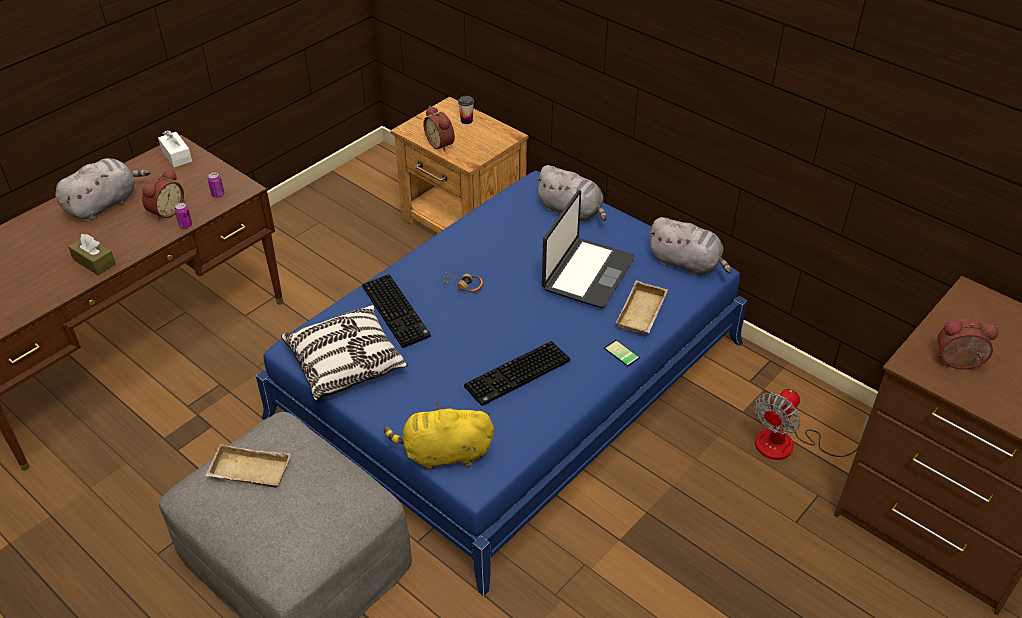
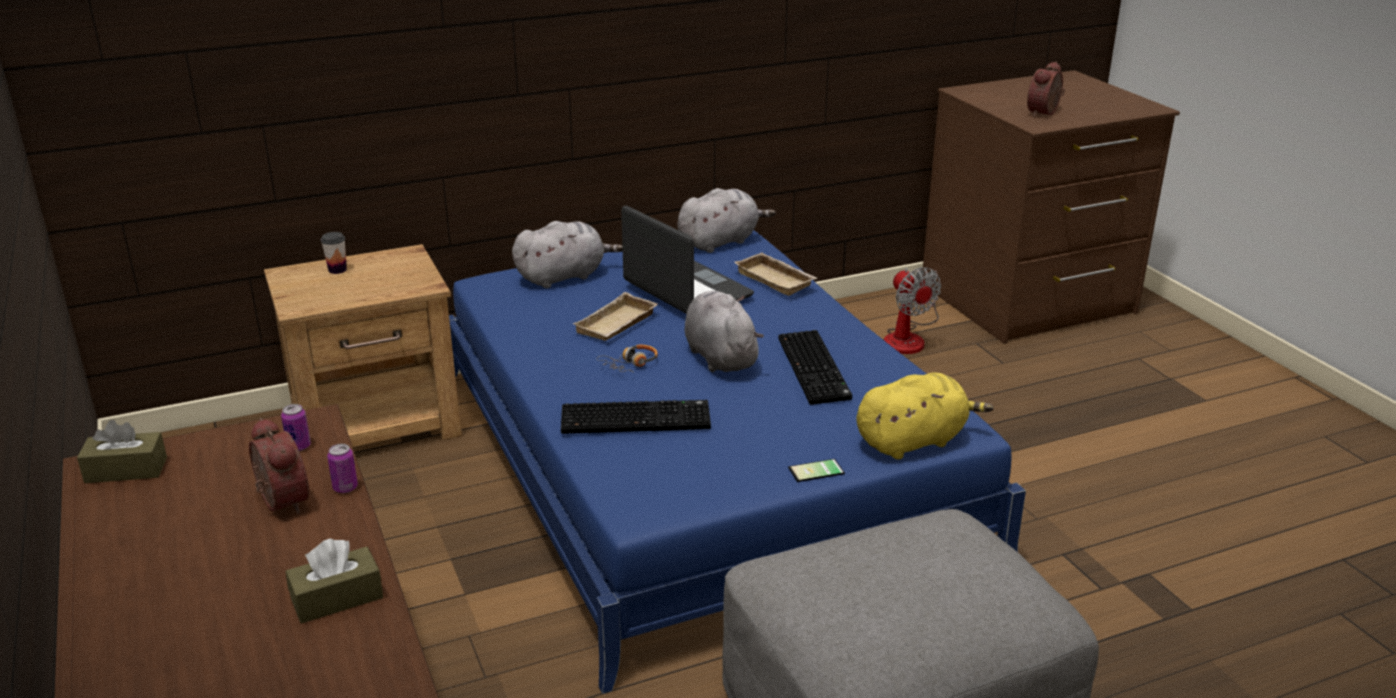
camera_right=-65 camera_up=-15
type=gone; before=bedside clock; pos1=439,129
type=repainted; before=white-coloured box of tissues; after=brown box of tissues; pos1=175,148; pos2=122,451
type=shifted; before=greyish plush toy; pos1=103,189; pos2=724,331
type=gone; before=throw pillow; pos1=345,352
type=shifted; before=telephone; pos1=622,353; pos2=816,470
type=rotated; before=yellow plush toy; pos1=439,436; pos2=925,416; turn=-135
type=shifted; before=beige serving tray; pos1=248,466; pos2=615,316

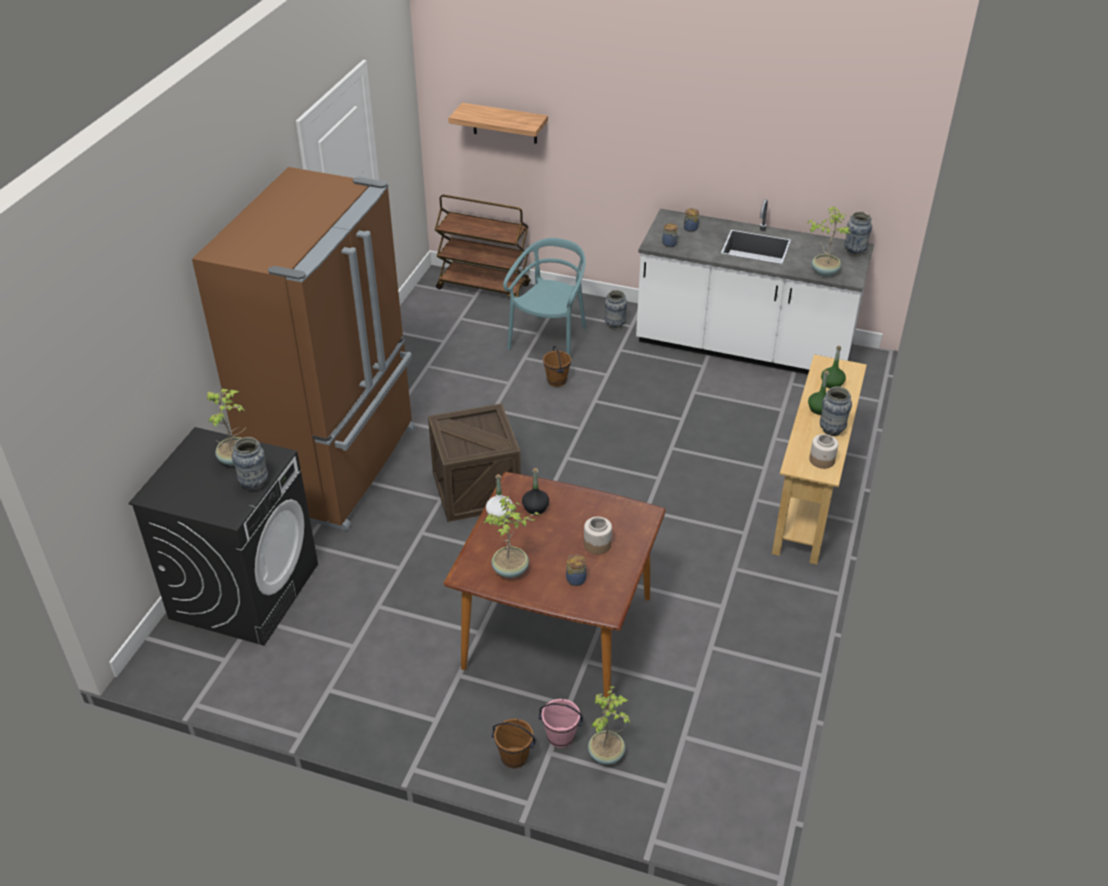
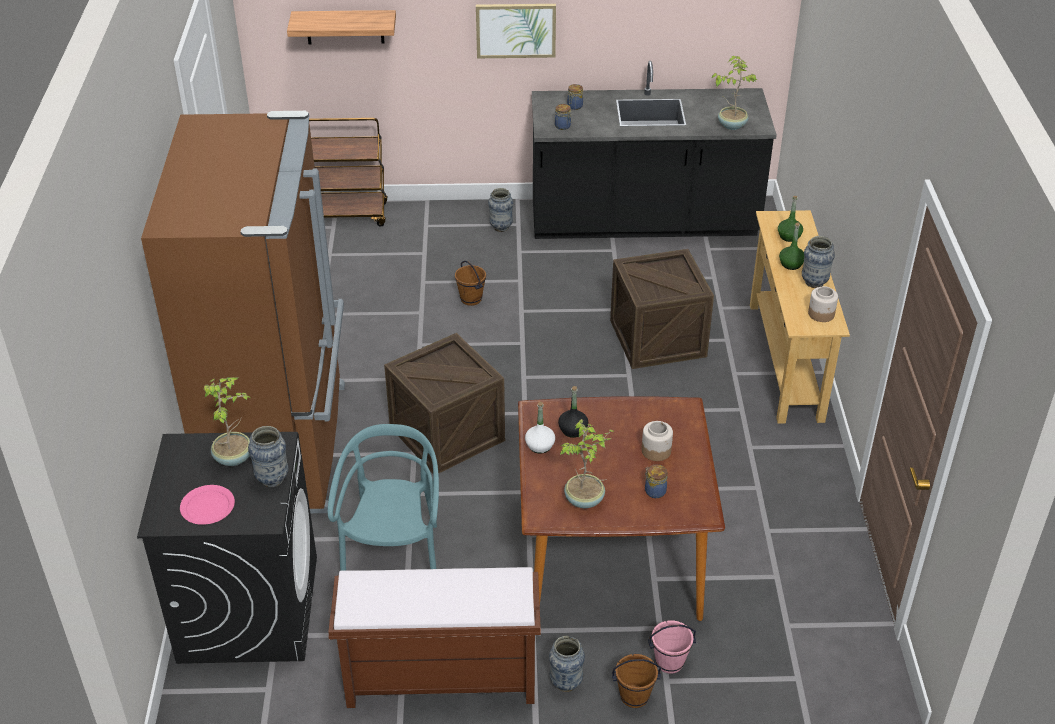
camera_right=-20 camera_up=0
type=repainted; before=white-coloured kitchen counter; after=blackish kitchen counter; pos1=755,286; pos2=654,150
type=shifted; before=decorative vase; pos1=858,234; pos2=567,664
type=shifted; before=turquoise-coloured chair; pos1=544,296; pos2=383,497
type=gone; before=plant in a pot; pos1=609,725
type=new; after=wall art; pos2=516,31
type=new; after=packing crate; pos2=662,309
type=new; after=pinkish flat dish; pos2=207,505
type=new; after=brown indoor bench; pos2=434,637

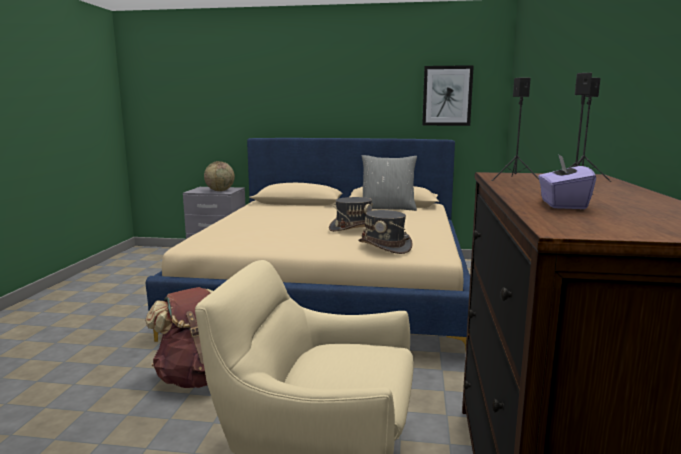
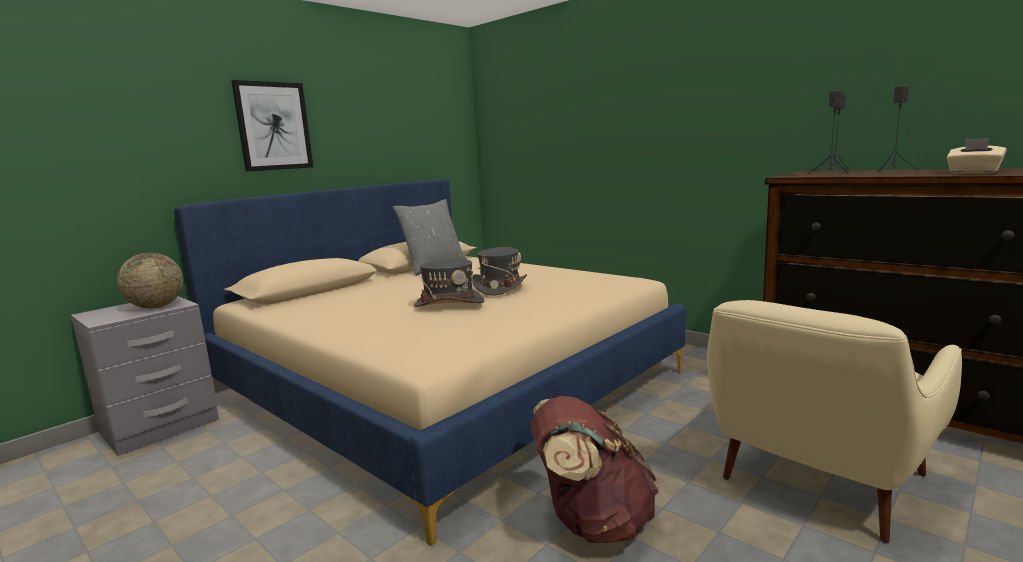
camera_right=-55 camera_up=0
type=shifted; before=wall art; pos1=448,95; pos2=272,126
type=repainted; before=purplish box of tissues; after=beige box of tissues; pos1=567,181; pos2=977,156
type=shifted; before=greyish wearable hat; pos1=385,232; pos2=449,283

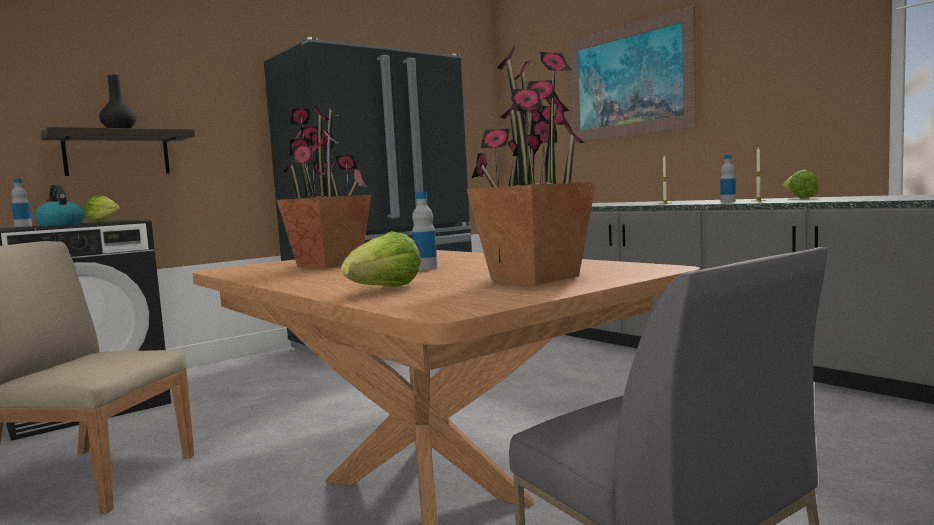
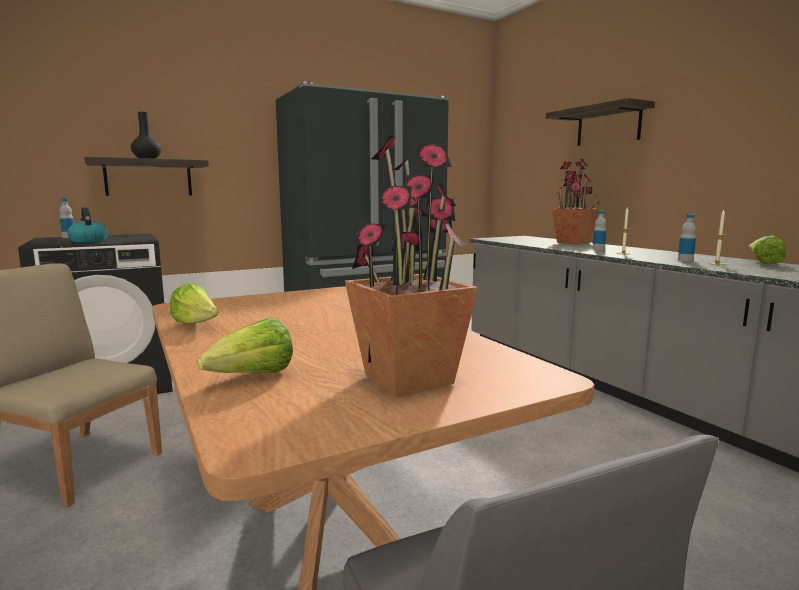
camera_right=10 camera_up=5
type=swapped; before=wall art; after=shelf; pos1=633,74; pos2=600,122
type=shifted; before=plant in a pot; pos1=324,184; pos2=576,201
type=shifted; before=beverage bottle; pos1=424,231; pos2=599,230
type=shifted; before=lettuce; pos1=102,208; pos2=194,303

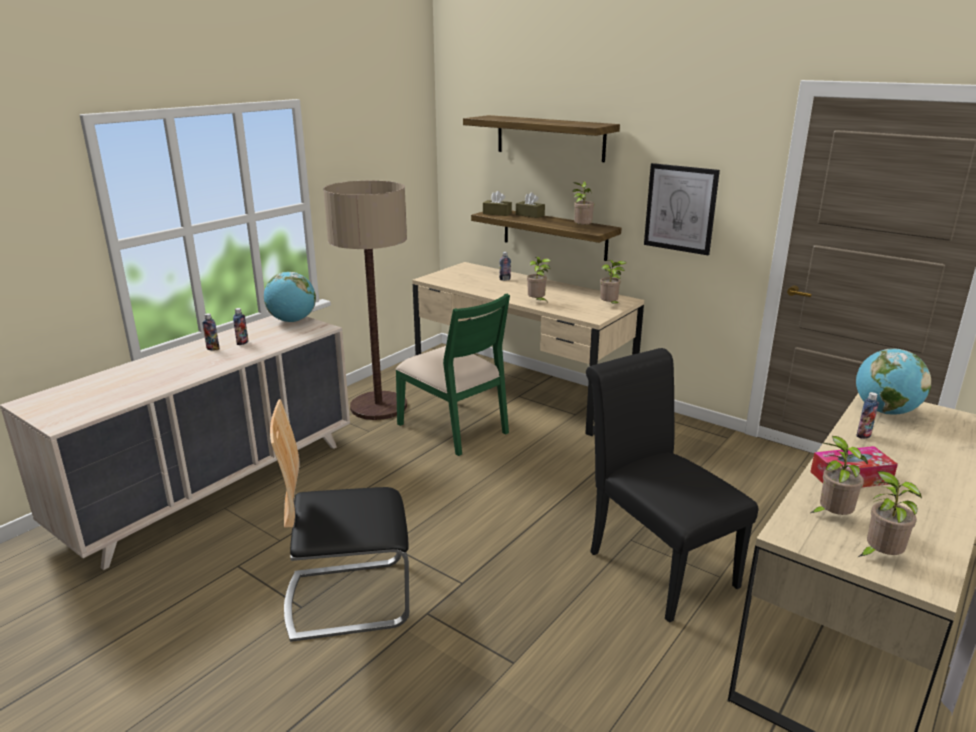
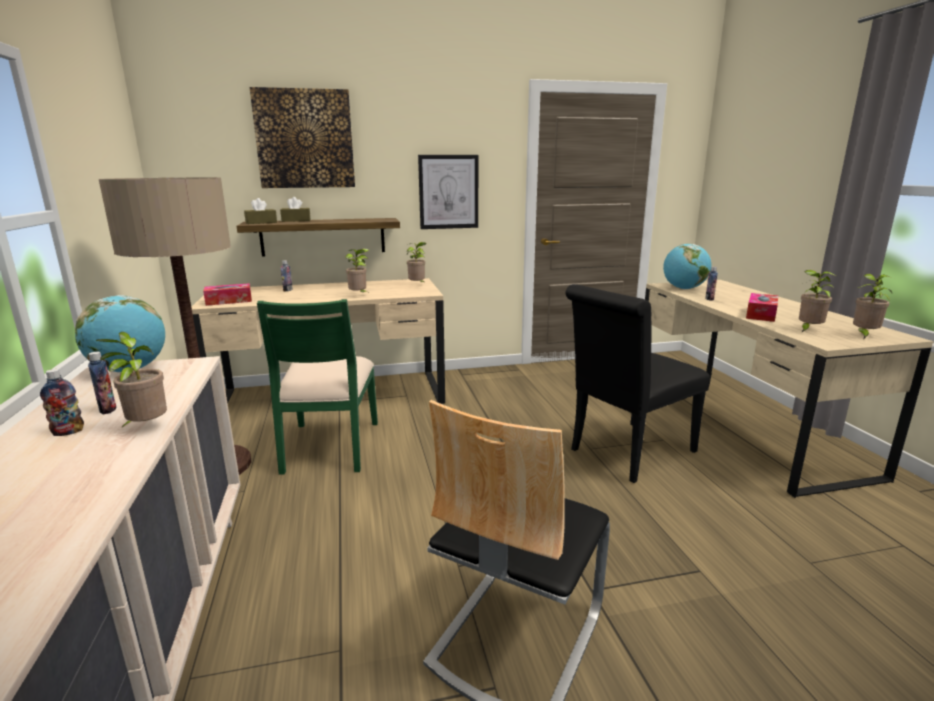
camera_right=-50 camera_up=-5
type=swapped; before=shelf; after=wall art; pos1=541,138; pos2=302,137
type=shifted; before=plant in a pot; pos1=583,203; pos2=131,380
type=rotated; before=greenish chair; pos1=453,375; pos2=317,387; turn=90
type=rotated; before=blackish chair; pos1=672,485; pos2=638,383; turn=-45
type=new; after=box of tissues; pos2=227,294

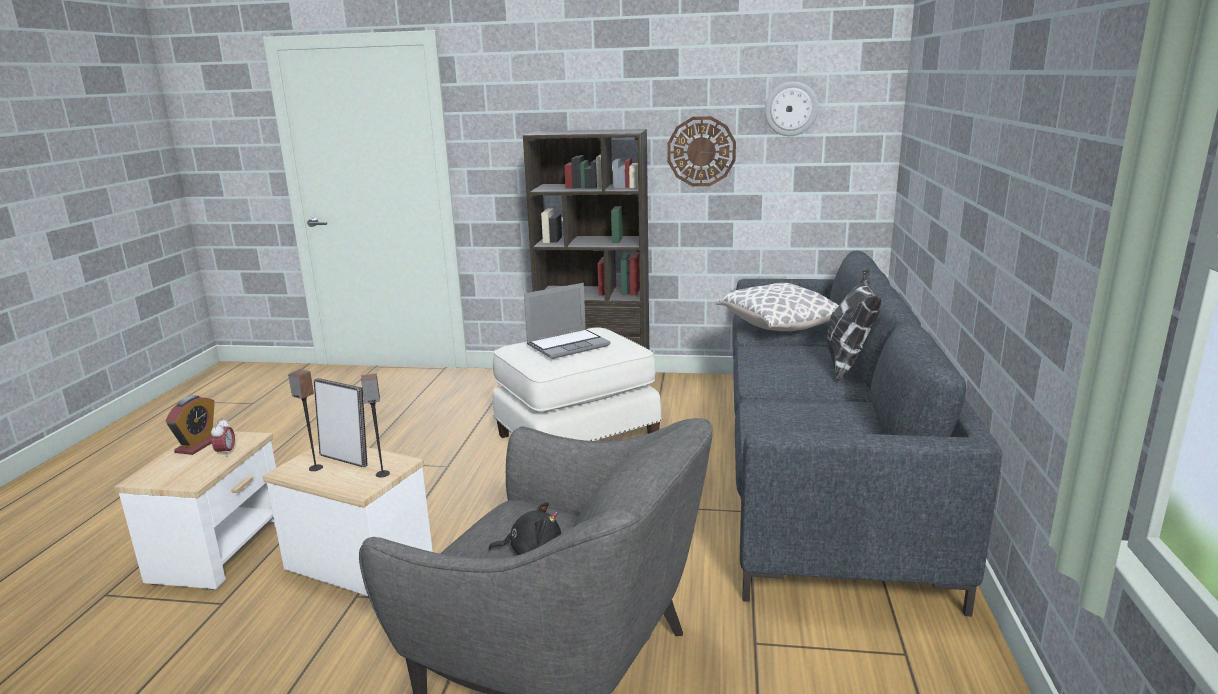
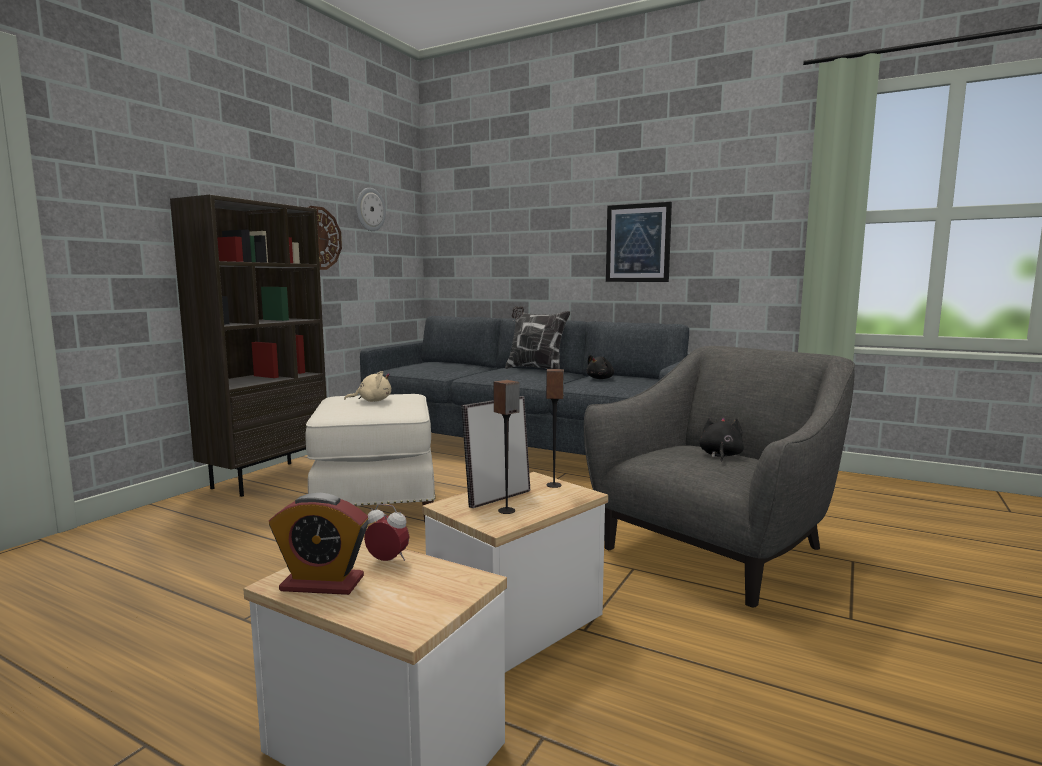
camera_right=-70 camera_up=-10
type=swapped; before=laptop; after=beige plush toy; pos1=567,321; pos2=367,386
type=gone; before=throw pillow; pos1=777,307
type=rotated; before=bedside clock; pos1=190,425; pos2=319,544; turn=150
type=new; after=wall art; pos2=639,242
type=new; after=blackish plush toy; pos2=600,367

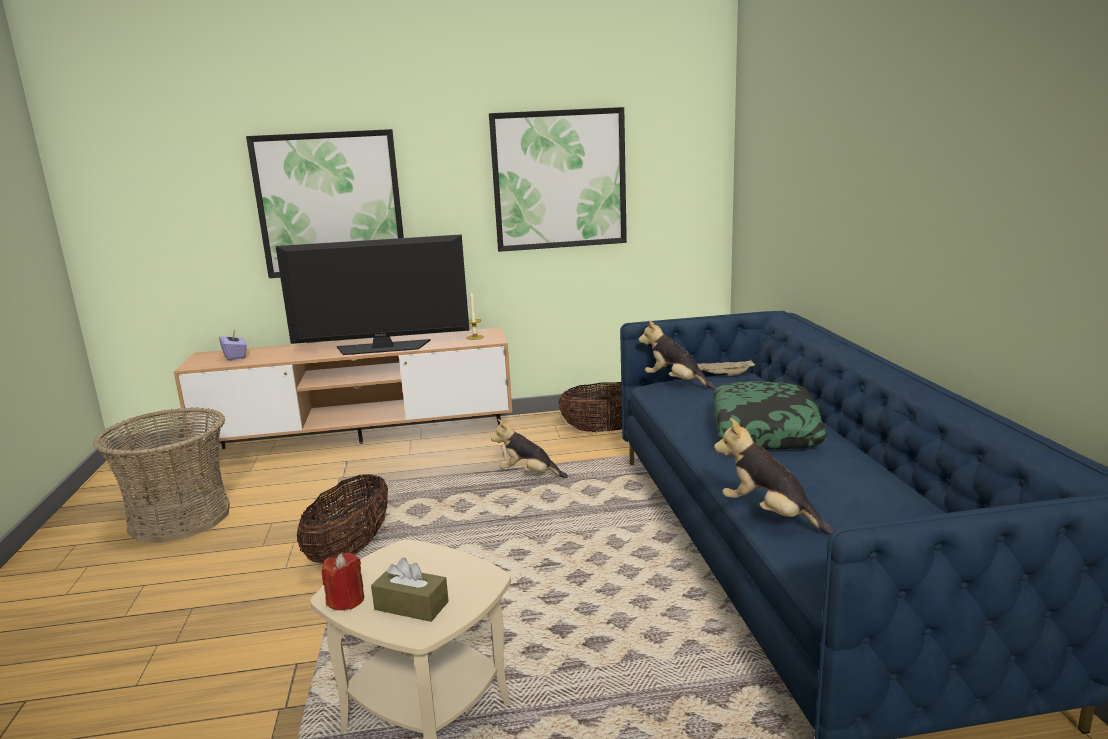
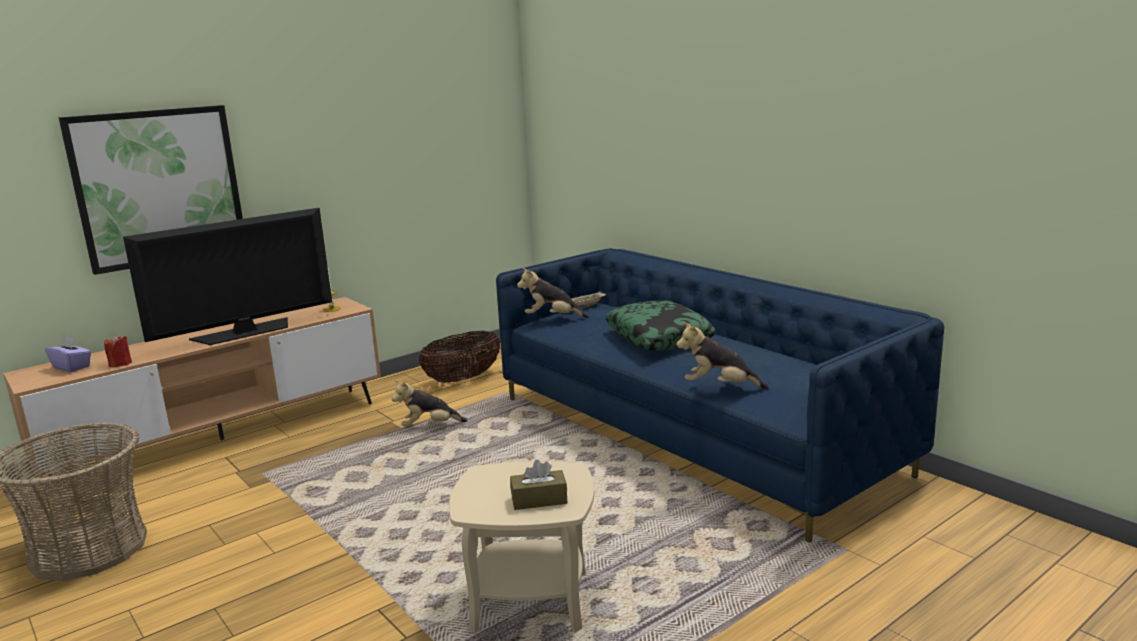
camera_right=-30 camera_up=0
type=gone; before=wall art; pos1=558,179
type=gone; before=storage basket; pos1=342,519
type=shifted; before=red-coloured wax candle; pos1=343,582; pos2=118,350

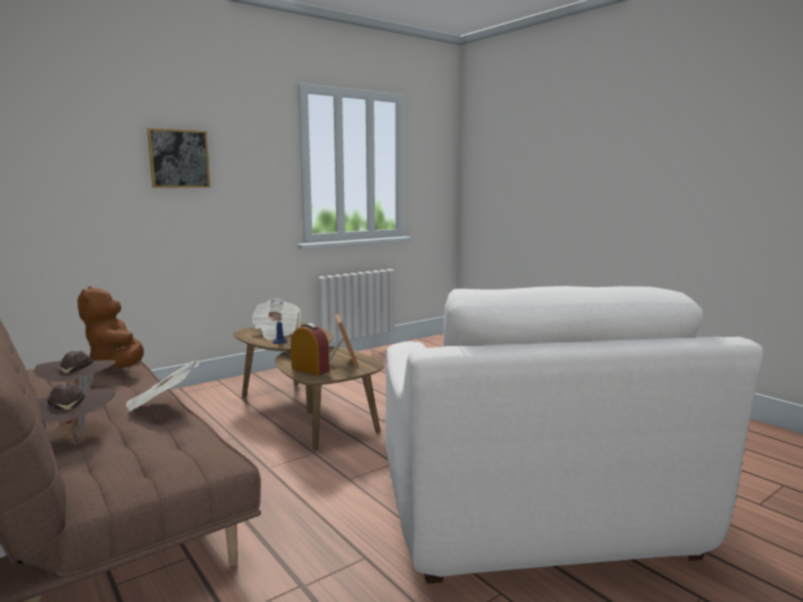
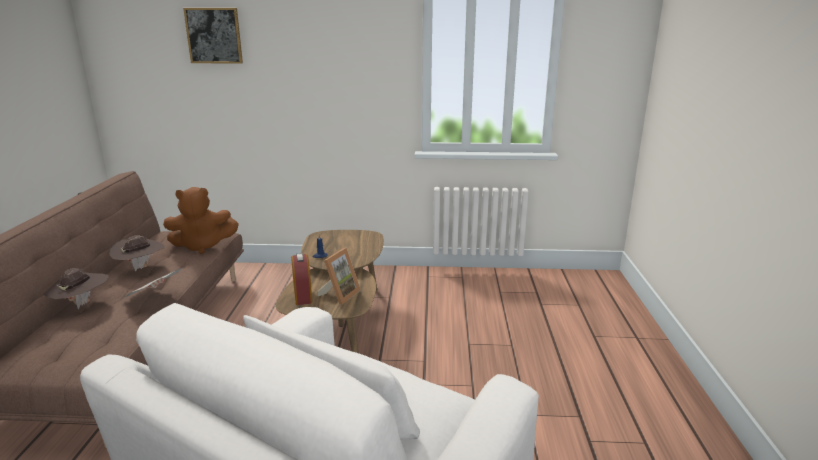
camera_right=40 camera_up=10
type=shifted; before=wall art; pos1=178,158; pos2=213,36
type=rotated; before=brown plush toy; pos1=111,327; pos2=201,220; turn=-120
type=gone; before=daily paper; pos1=276,319

